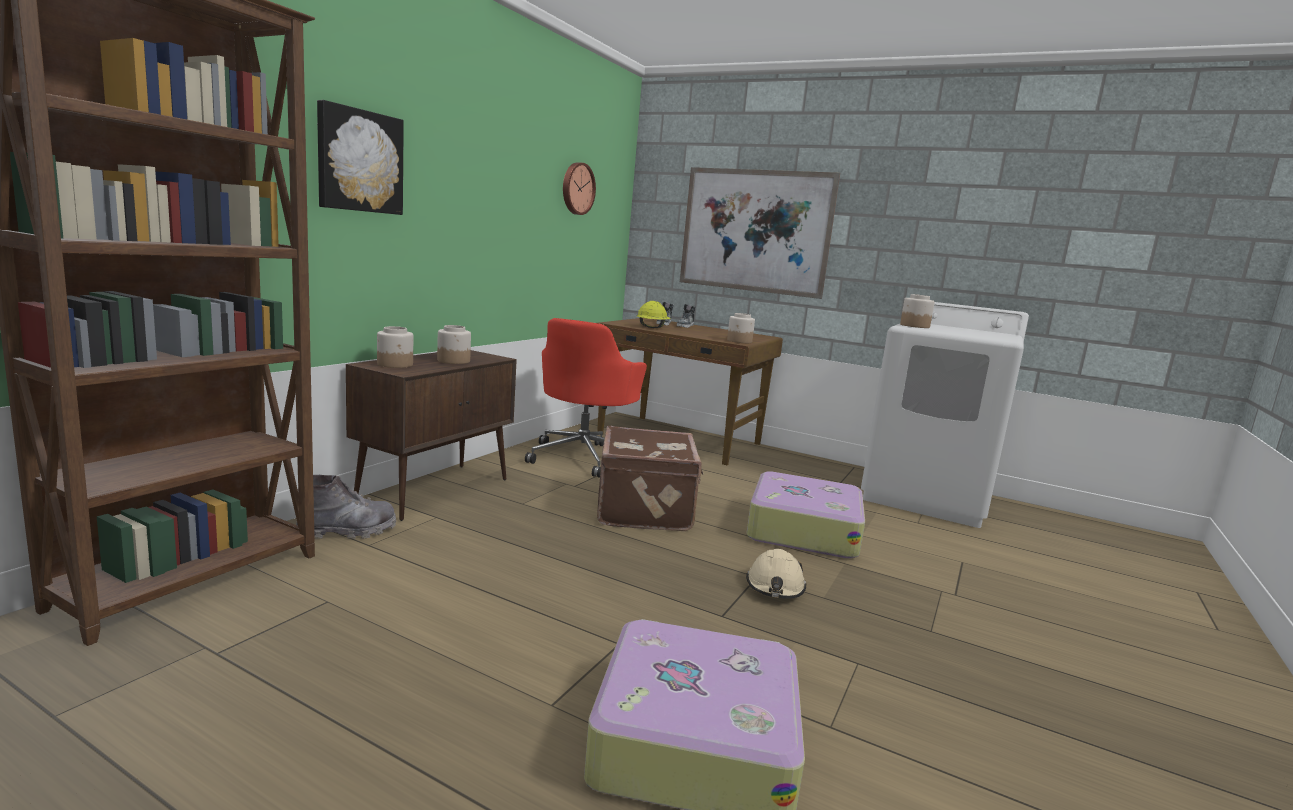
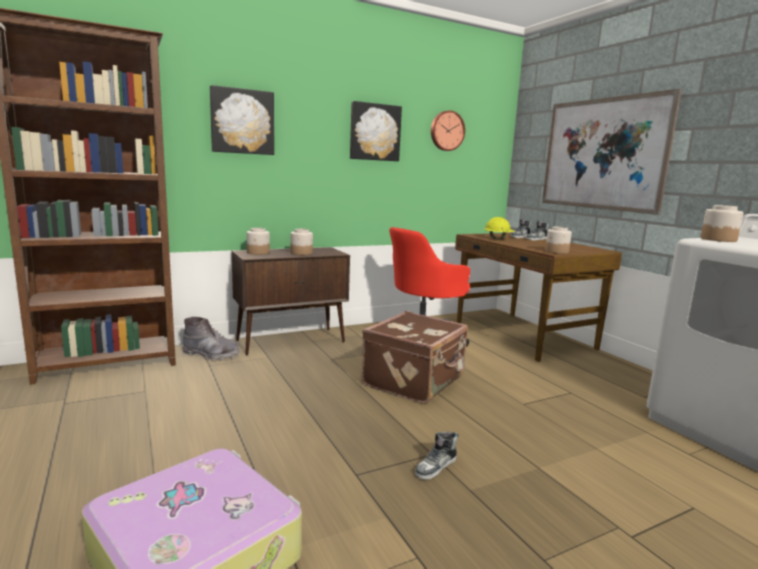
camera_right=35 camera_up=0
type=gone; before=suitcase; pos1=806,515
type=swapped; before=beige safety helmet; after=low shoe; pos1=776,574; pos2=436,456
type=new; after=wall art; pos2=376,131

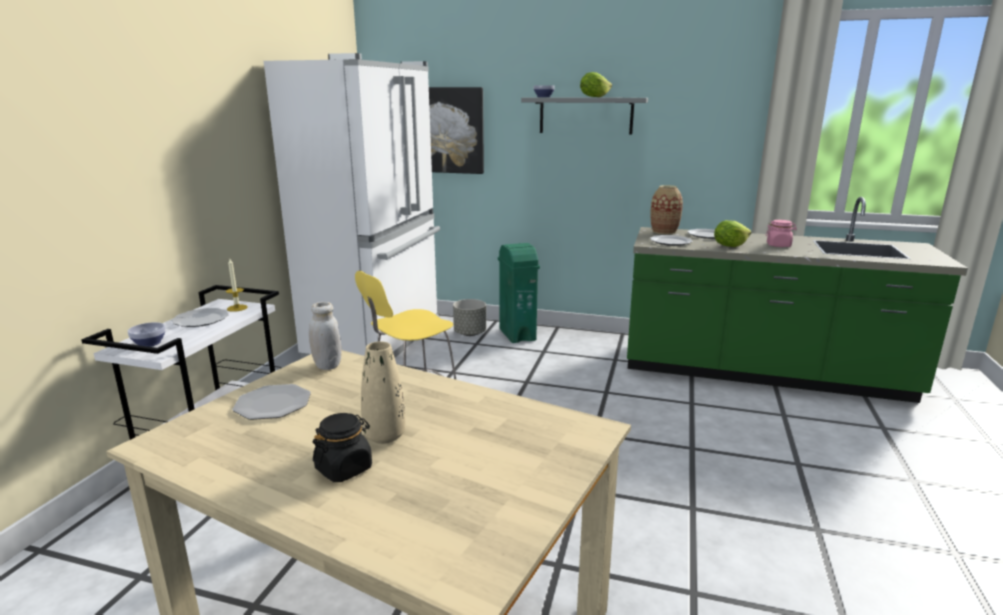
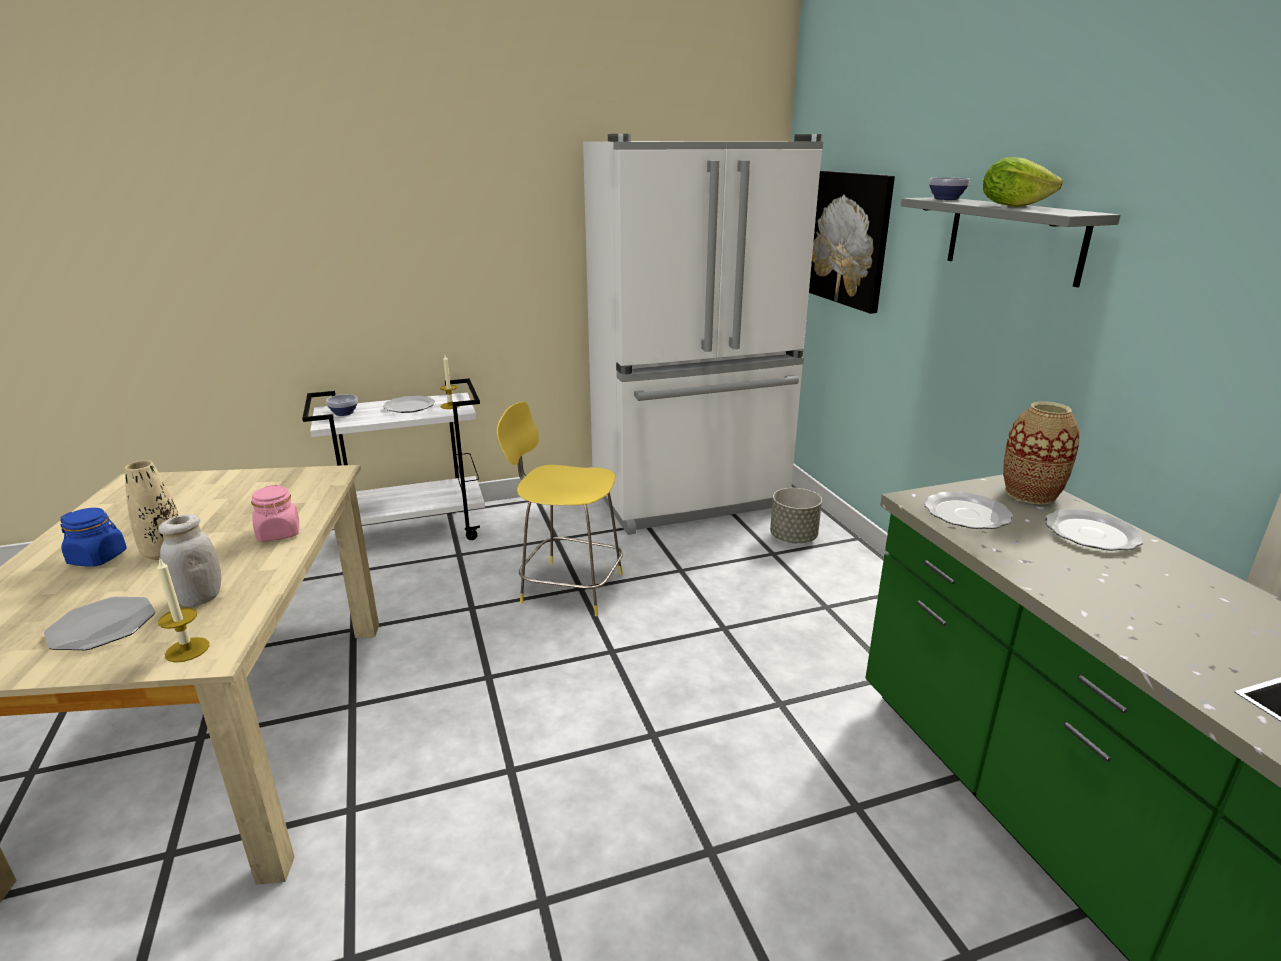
camera_right=55 camera_up=5
type=gone; before=lettuce; pos1=732,233
type=shifted; before=pinkish preserve jar; pos1=781,233; pos2=275,513
type=gone; before=greenish trash can; pos1=519,293
type=shifted; before=white-coloured preserve jar; pos1=325,336; pos2=190,560
type=shifted; before=flat dish; pos1=271,402; pos2=99,623
type=repainted; before=blackish preserve jar; after=bluish preserve jar; pos1=342,447; pos2=93,537
type=new; after=wax candle; pos2=183,610

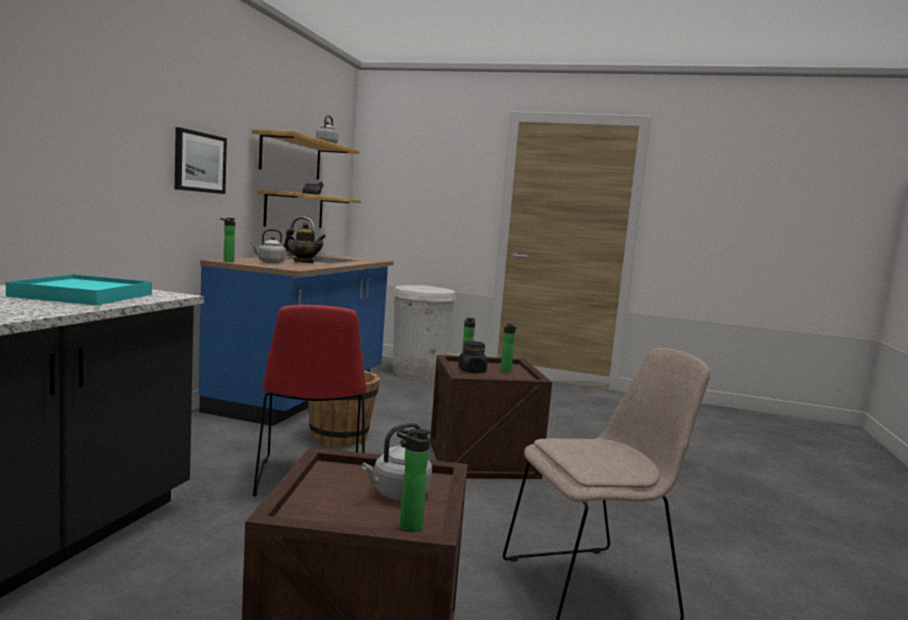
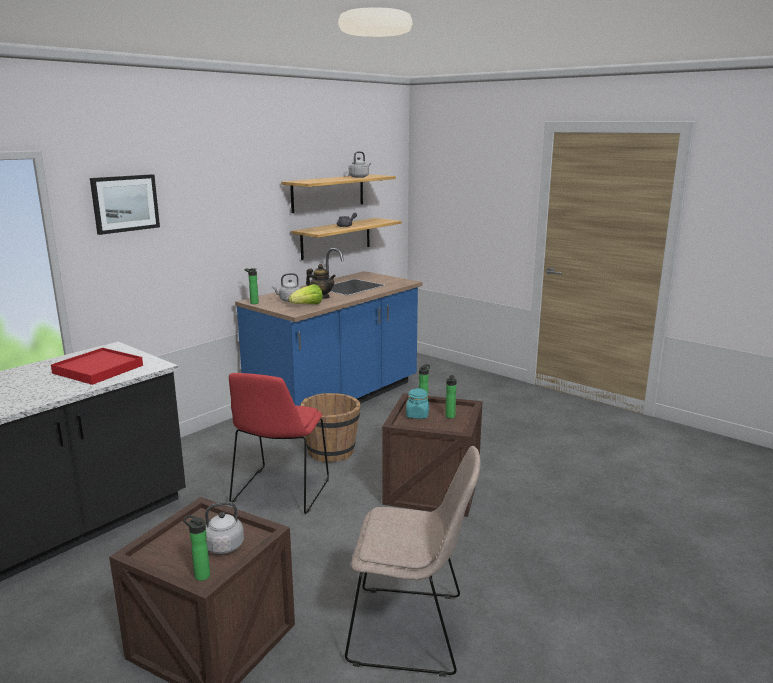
camera_right=25 camera_up=10
type=shifted; before=wall art; pos1=201,160; pos2=125,204
type=repainted; before=turquoise-coloured serving tray; after=red-coloured serving tray; pos1=79,289; pos2=97,366
type=gone; before=white-coloured trash can; pos1=424,332
type=repainted; before=blackish preserve jar; after=turquoise-coloured preserve jar; pos1=473,357; pos2=417,403
type=new; after=lettuce; pos2=306,294

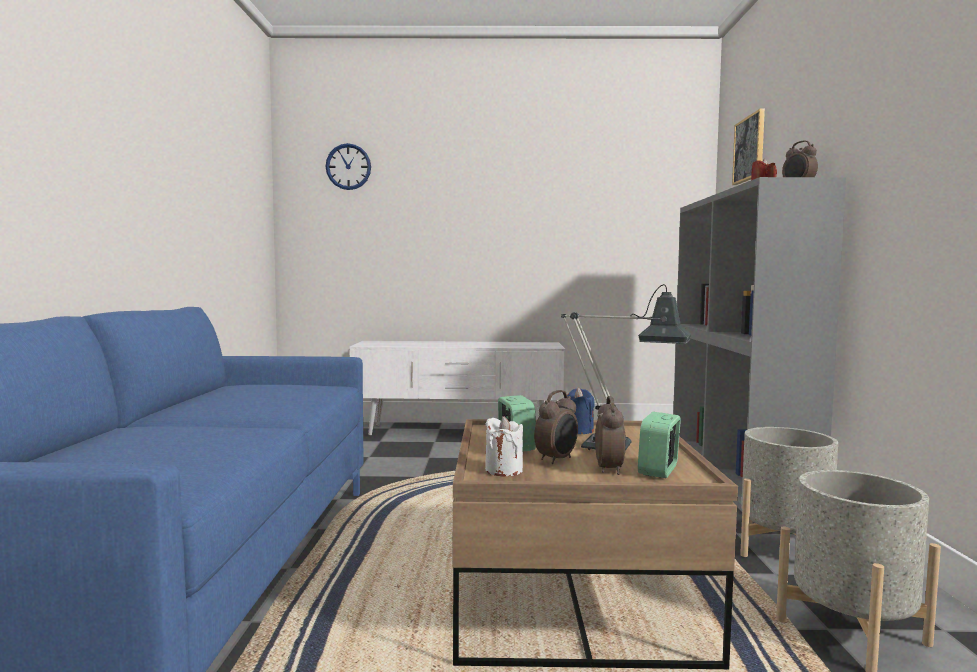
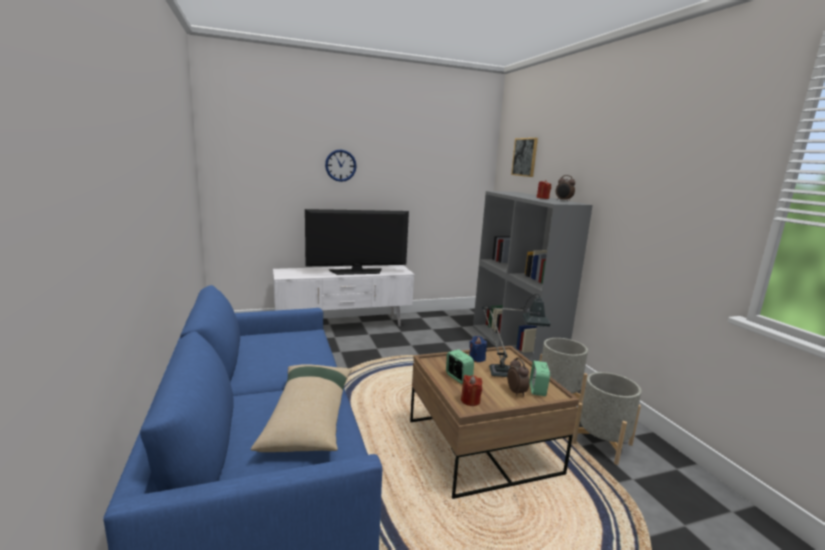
camera_right=-20 camera_up=10
type=shifted; before=clock on the wall; pos1=348,166; pos2=341,166
type=gone; before=bedside clock; pos1=556,427
type=repainted; before=white-coloured wax candle; after=red-coloured wax candle; pos1=504,446; pos2=471,390
type=new; after=television; pos2=357,242
type=new; after=beige throw pillow; pos2=301,408

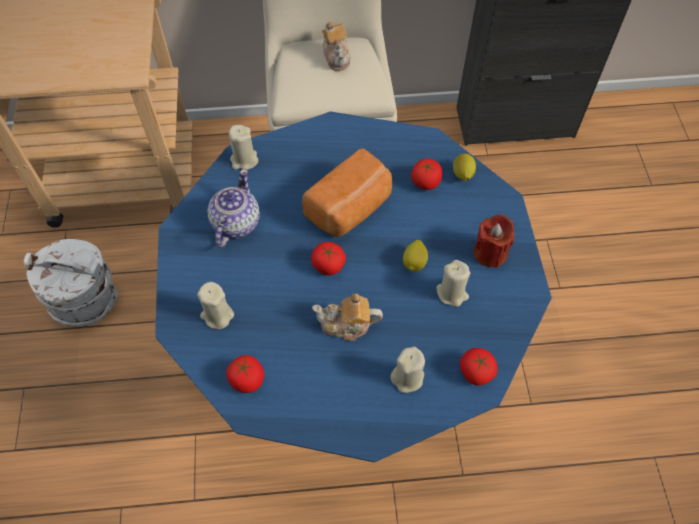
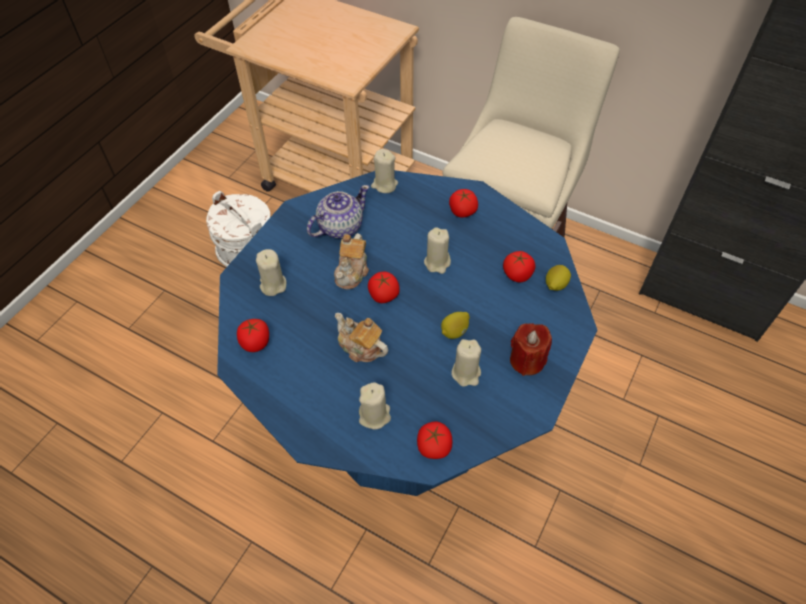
camera_right=35 camera_up=-5
type=shifted; before=pot for tea; pos1=336,46; pos2=351,261
type=swapped; before=bakery bread; after=beige wax candle; pos1=347,192; pos2=437,250
type=new; after=whole tomato; pos2=463,203

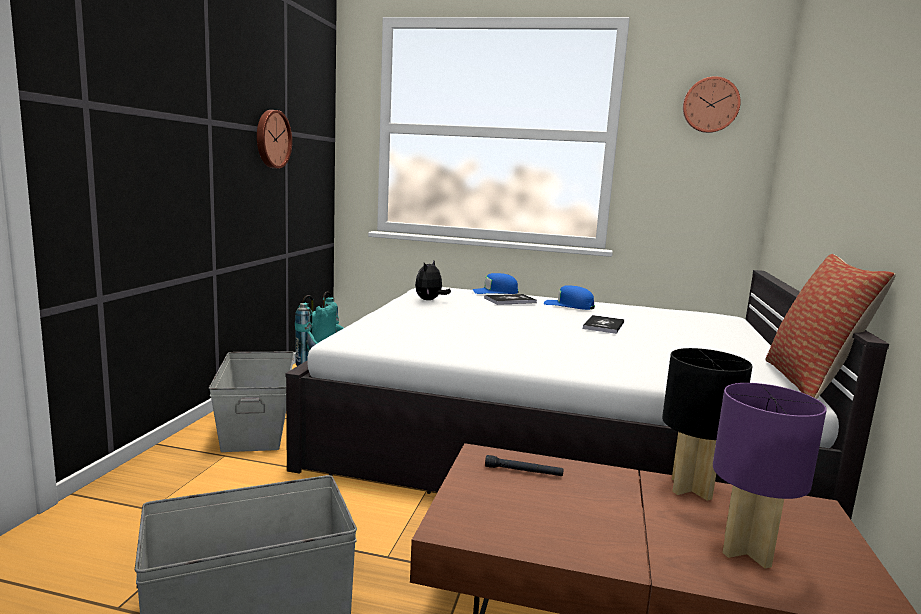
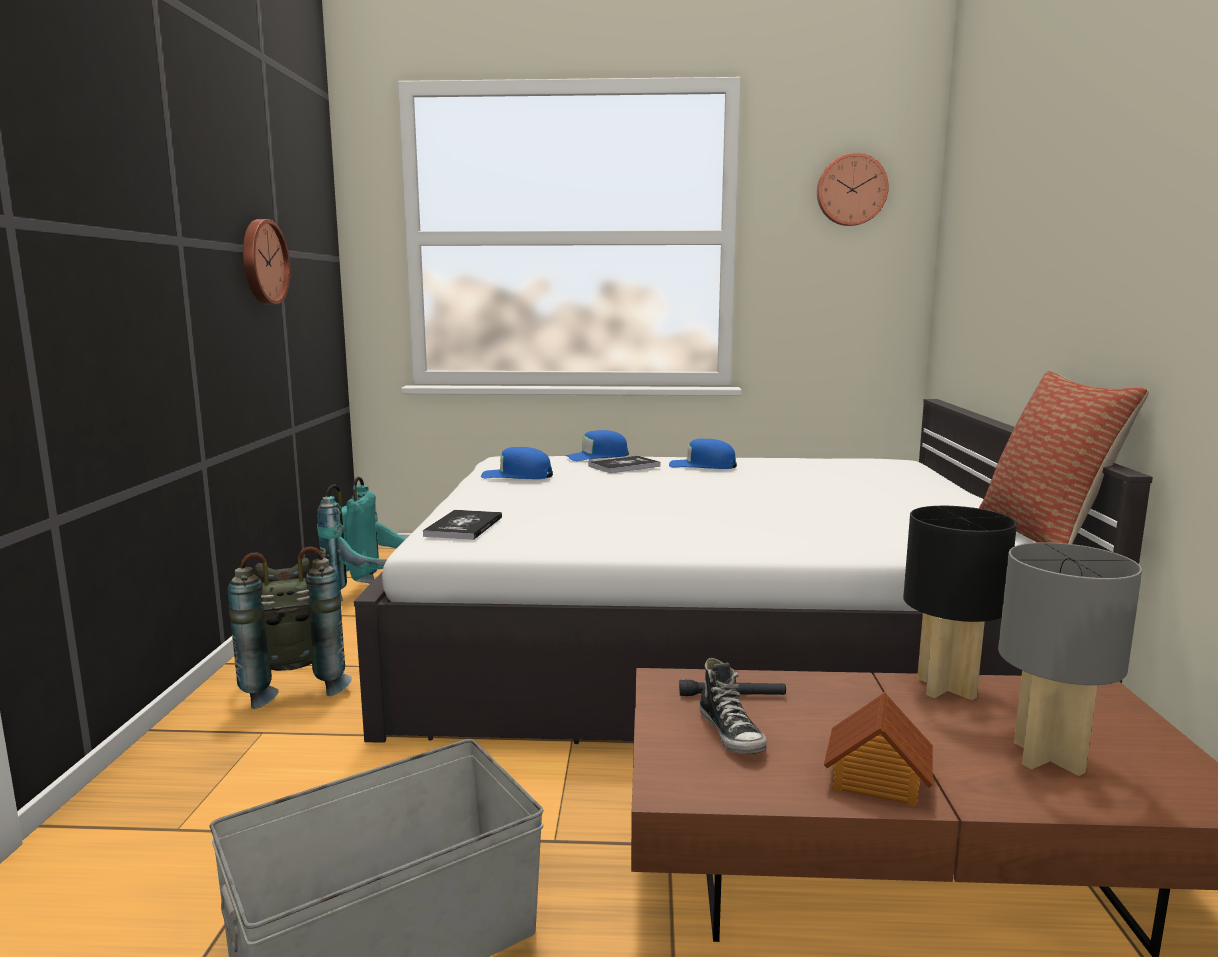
camera_right=-10 camera_up=0
type=swapped; before=plush toy; after=bluish baseball cap; pos1=433,280; pos2=517,463
type=shifted; before=book; pos1=603,324; pos2=462,525
type=swapped; before=greyish storage box; after=greyish backpack; pos1=252,402; pos2=290,627
type=repainted; before=purplish lamp for a table; after=greyish lamp for a table; pos1=770,475; pos2=1070,659
type=new; after=low shoe; pos2=733,706
type=new; after=model house; pos2=878,749

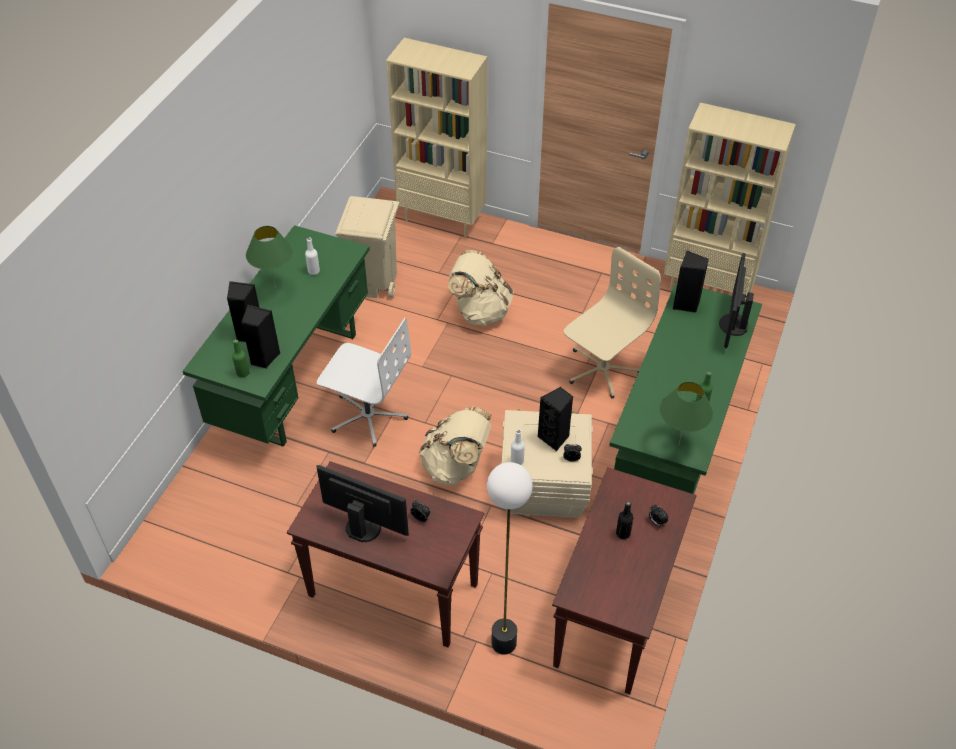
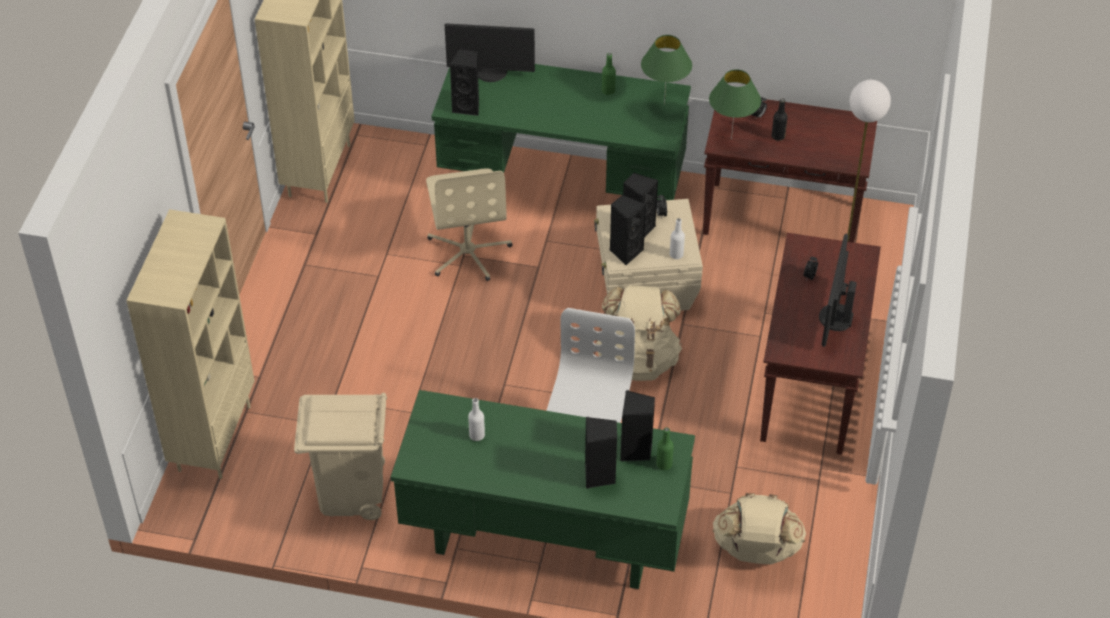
camera_right=-100 camera_up=0
type=shifted; before=greenish lamp for a table; pos1=269,256; pos2=735,104
type=rotated; before=beige office chair; pos1=612,323; pos2=469,224; turn=-135
type=shifted; before=beige backpack; pos1=481,288; pos2=759,528
type=new; after=blackish speaker; pos2=628,230

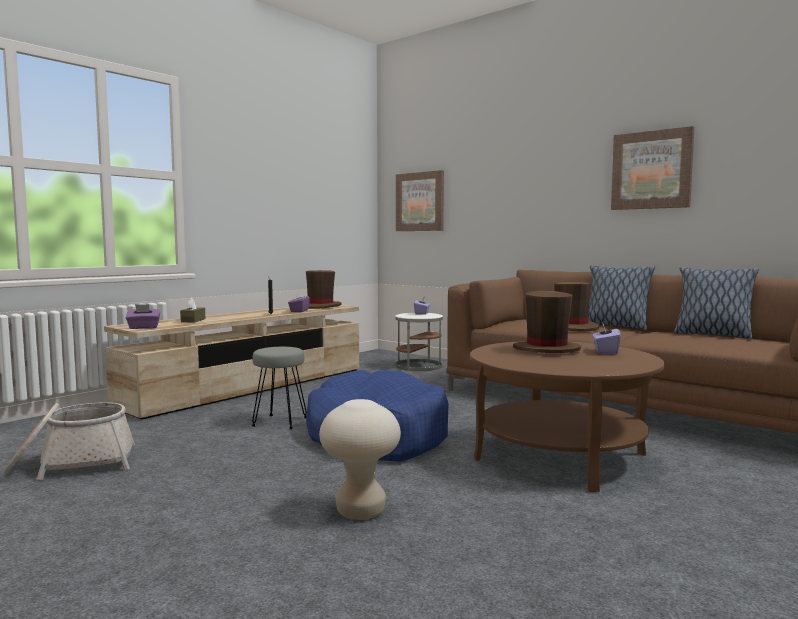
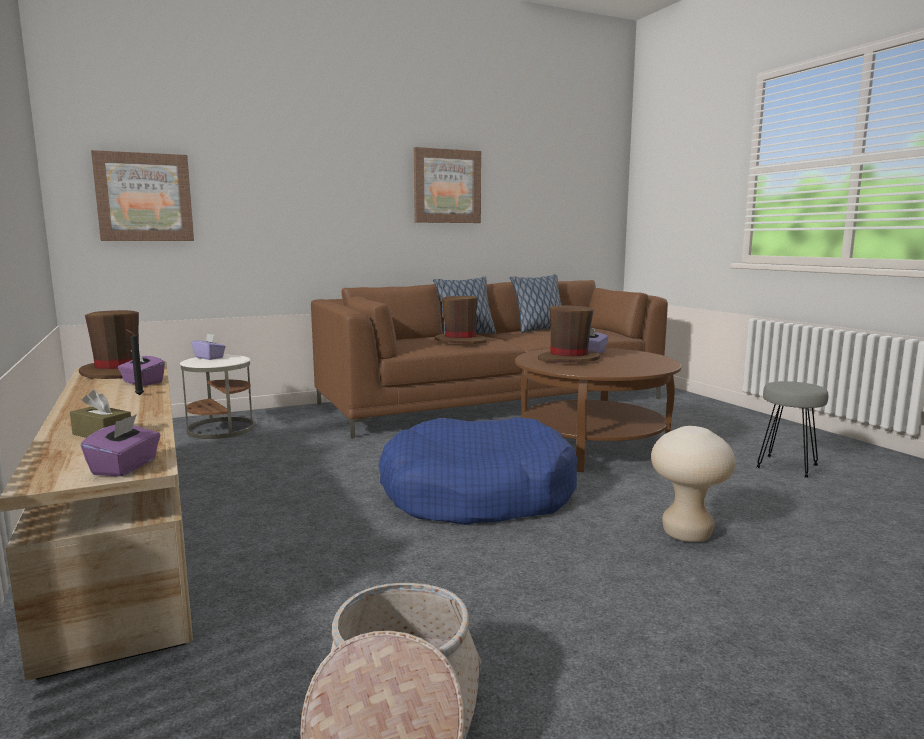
camera_right=-65 camera_up=5
type=shifted; before=greyish sitting stool; pos1=279,388; pos2=792,429

